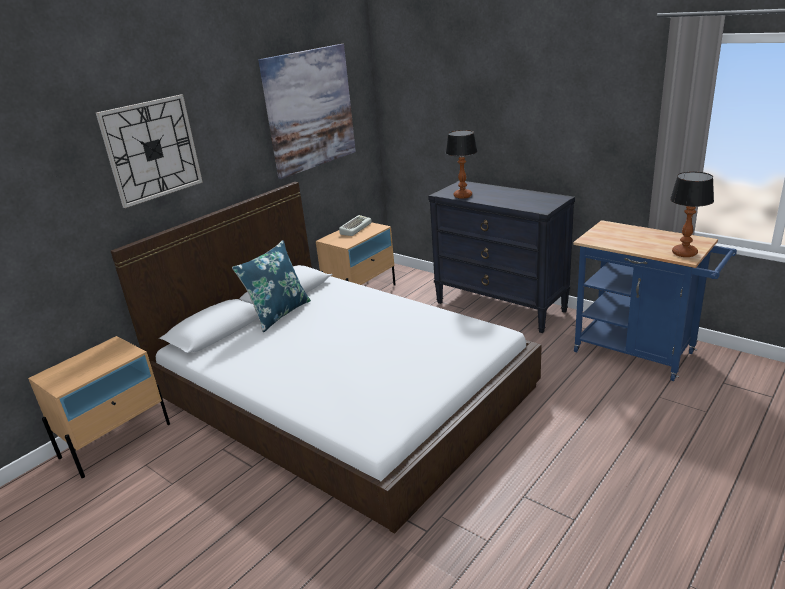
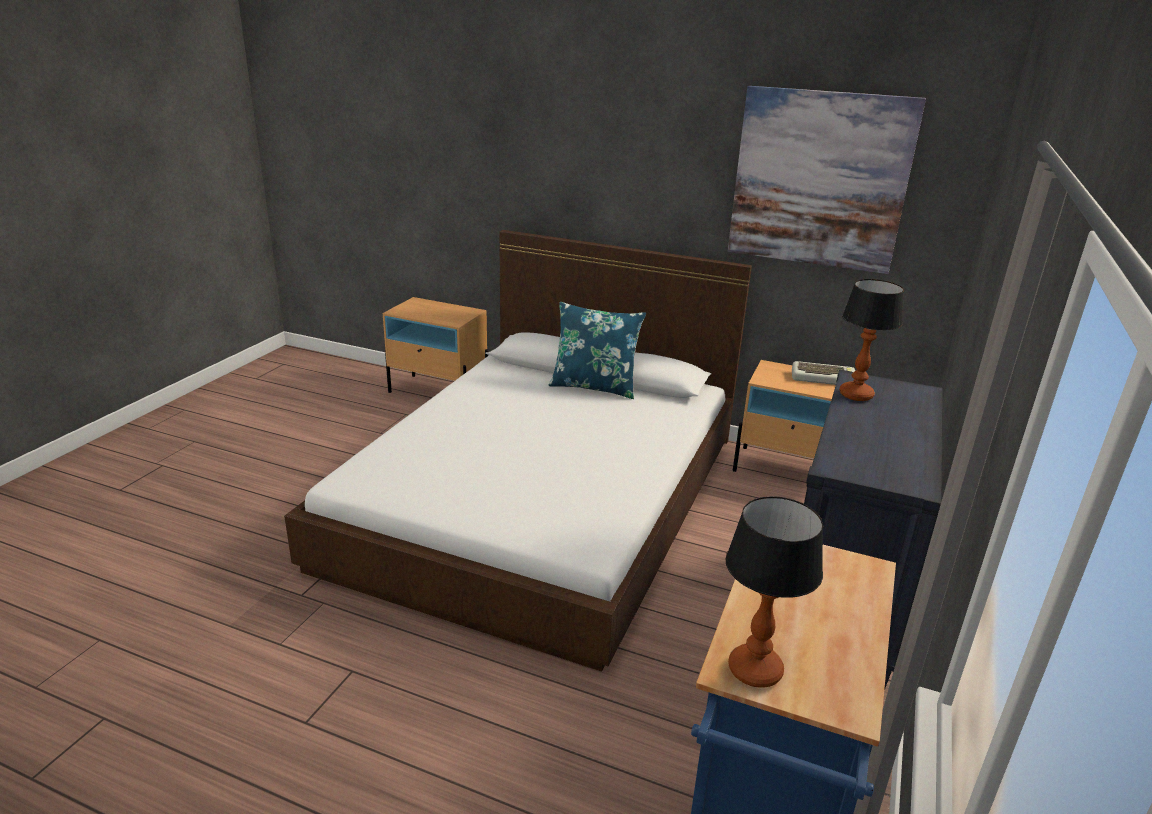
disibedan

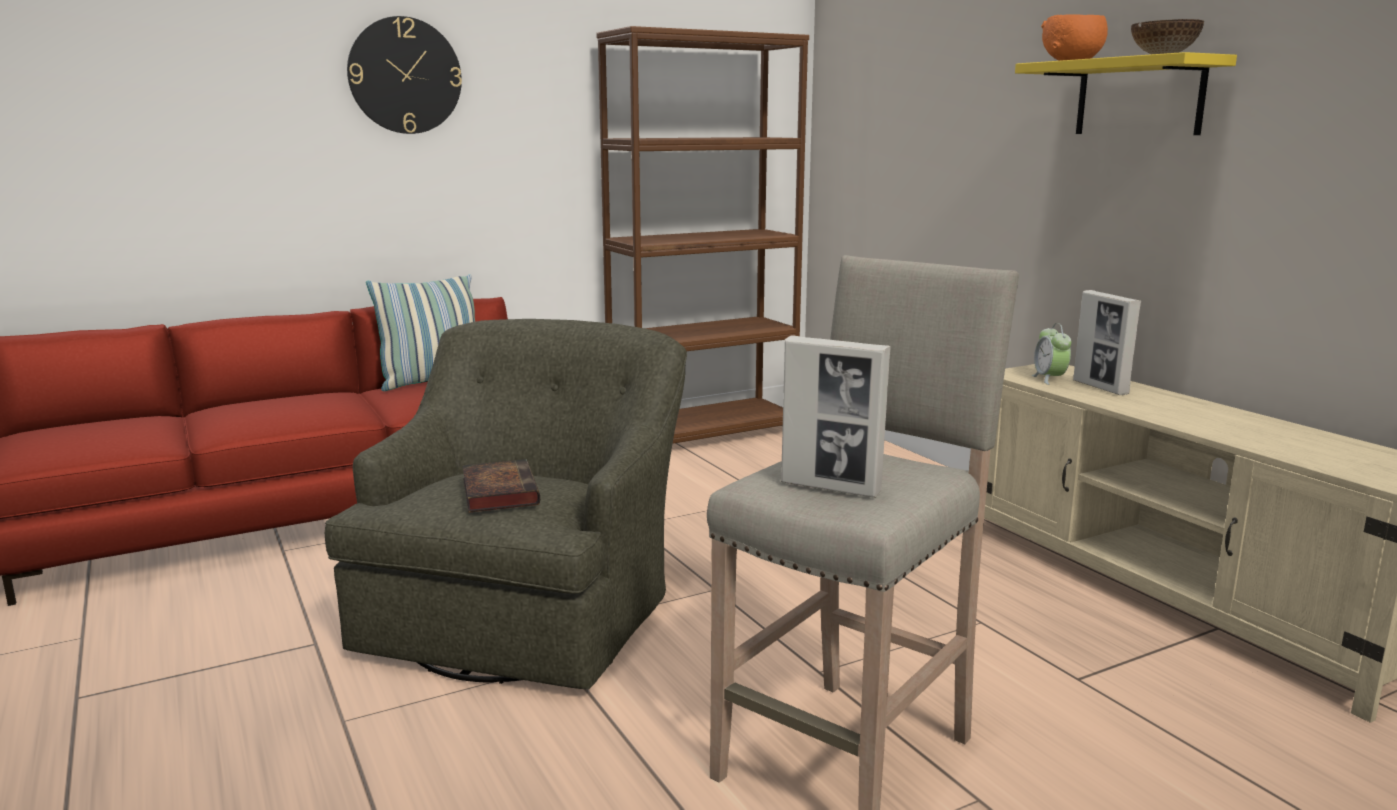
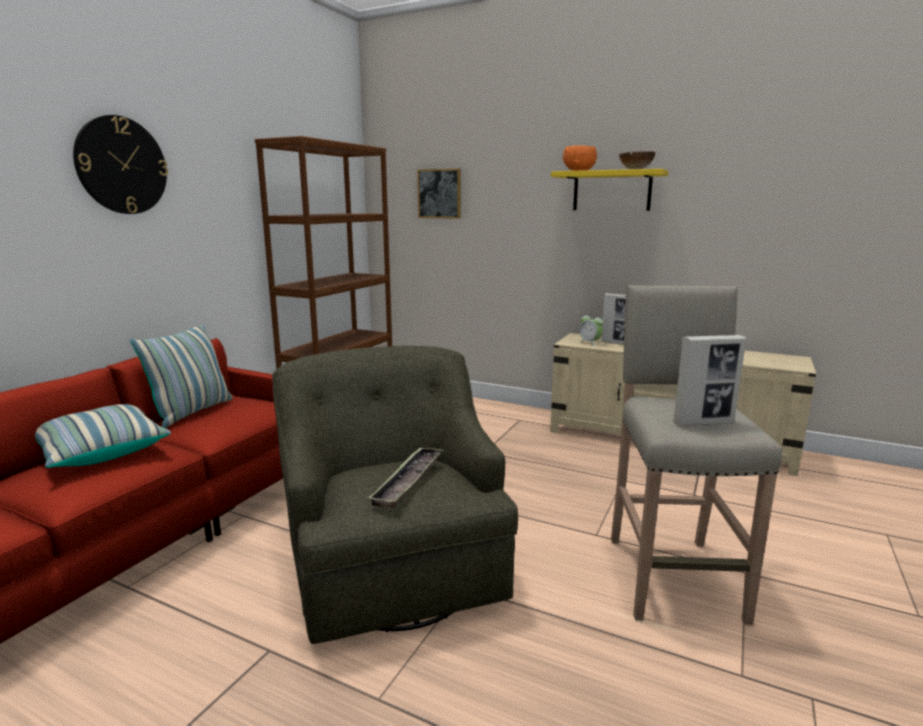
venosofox (1st from left); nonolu; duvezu

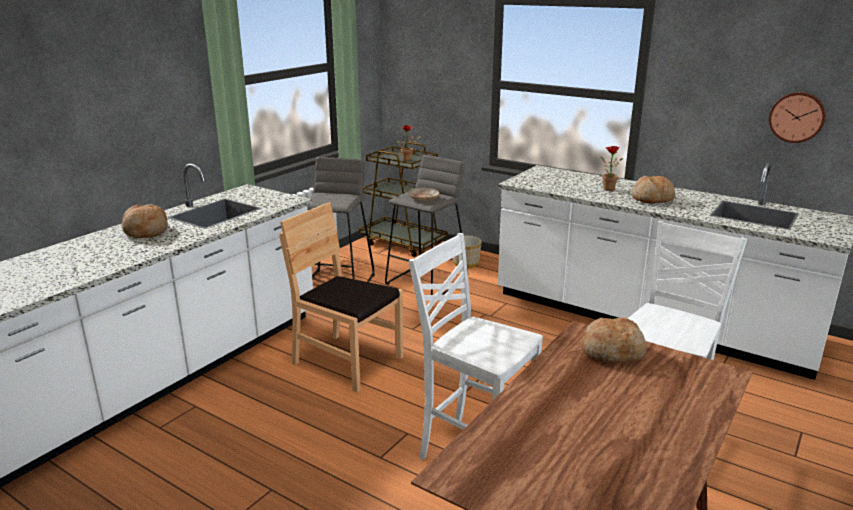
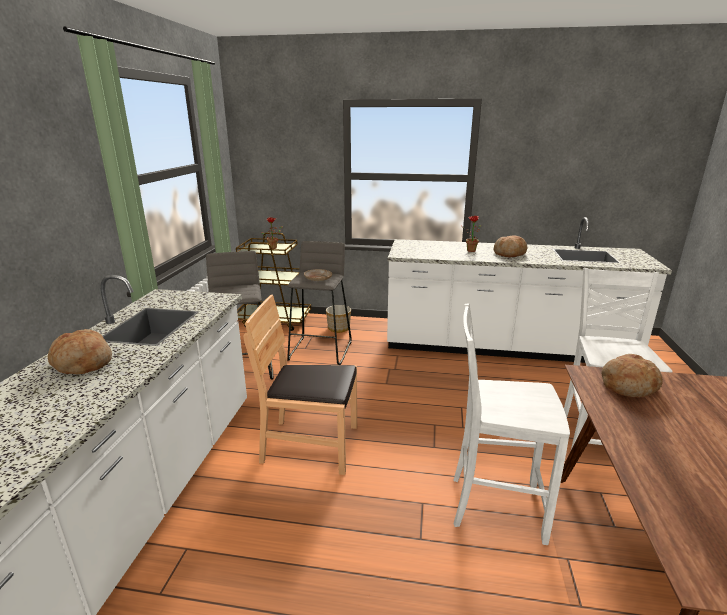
disibedan

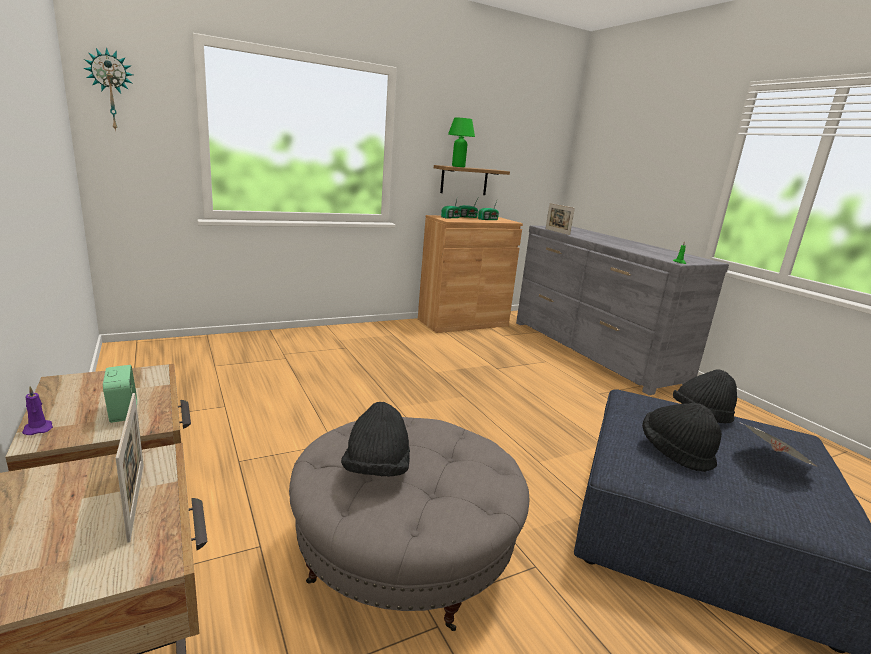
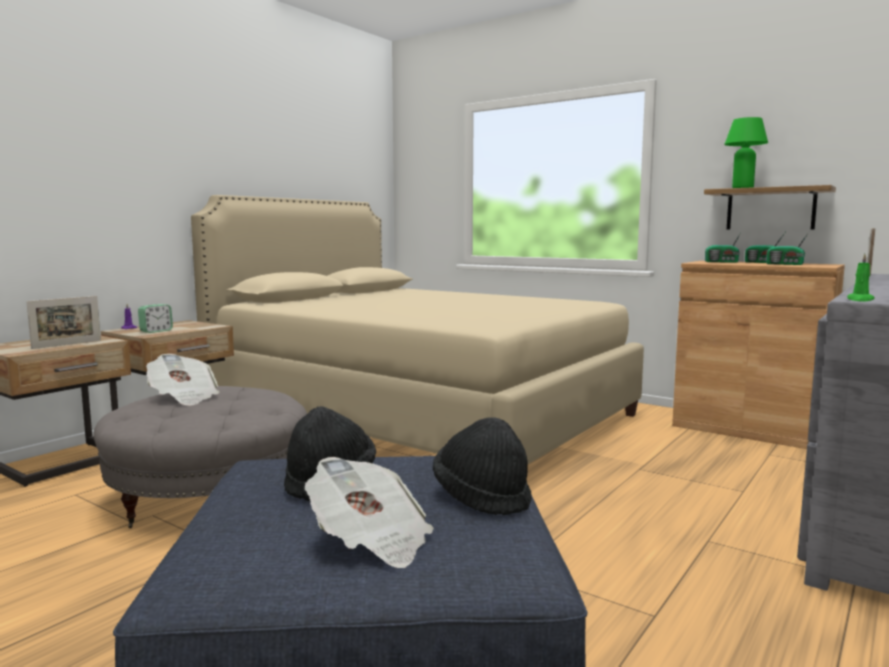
disibedan; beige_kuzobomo; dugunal (1st from left)

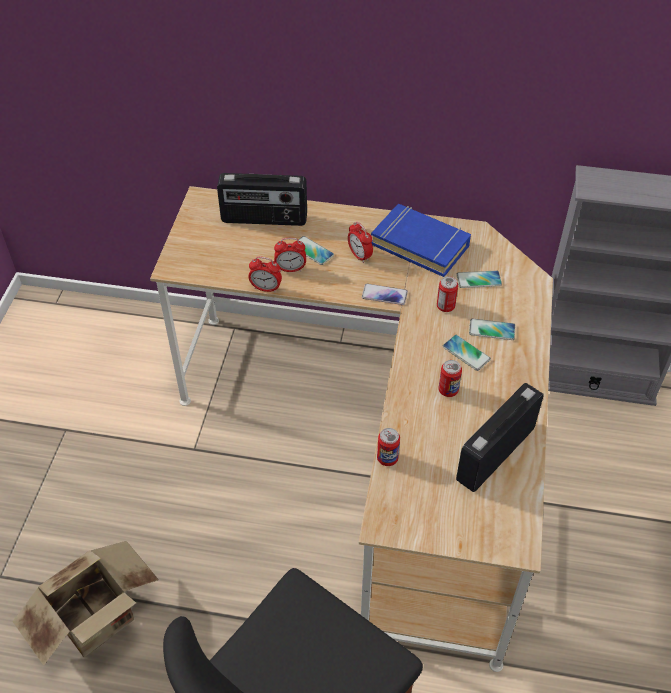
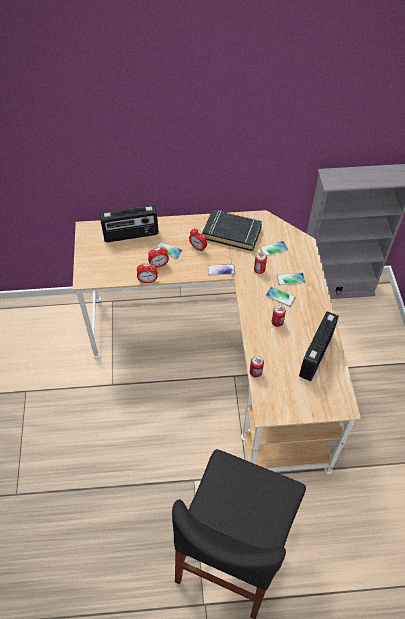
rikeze; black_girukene

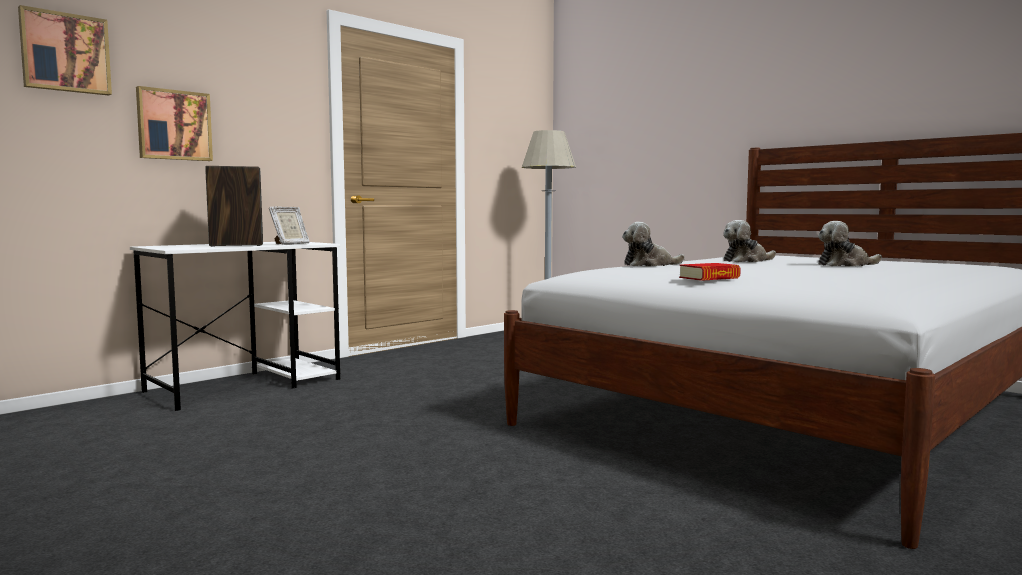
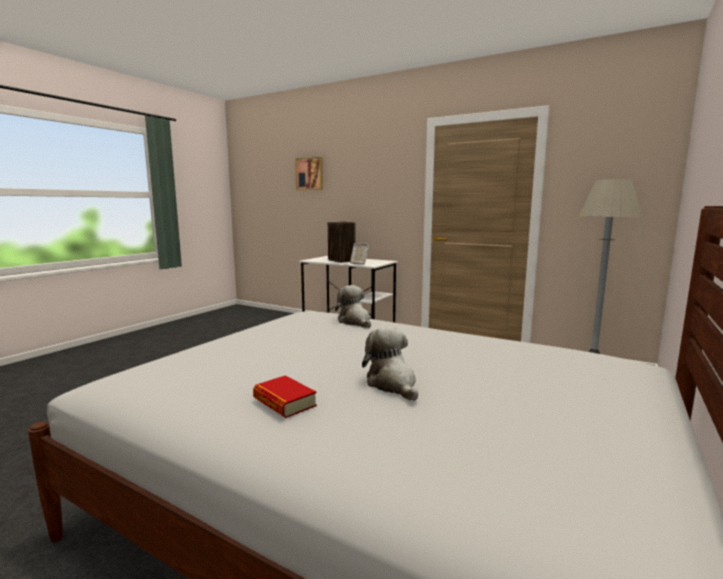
nonolu (2nd from left in the first image); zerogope (2nd from left in the first image); girukene

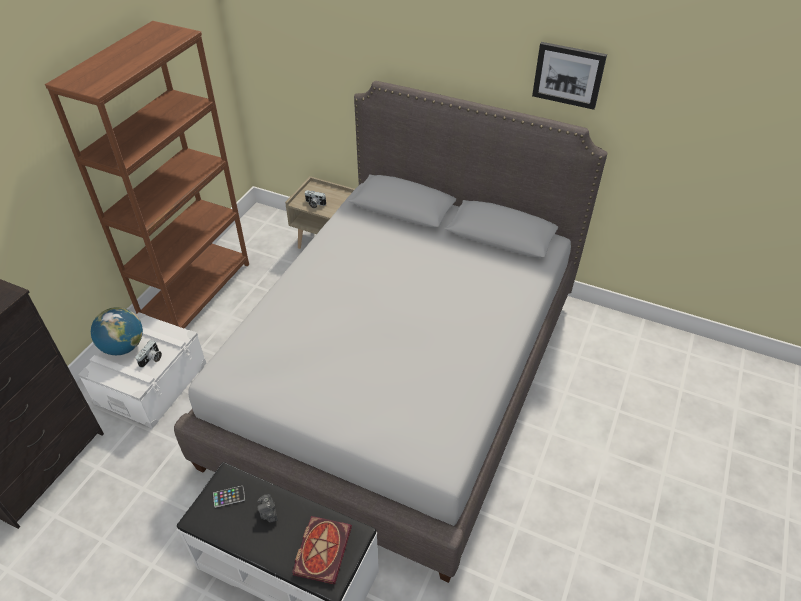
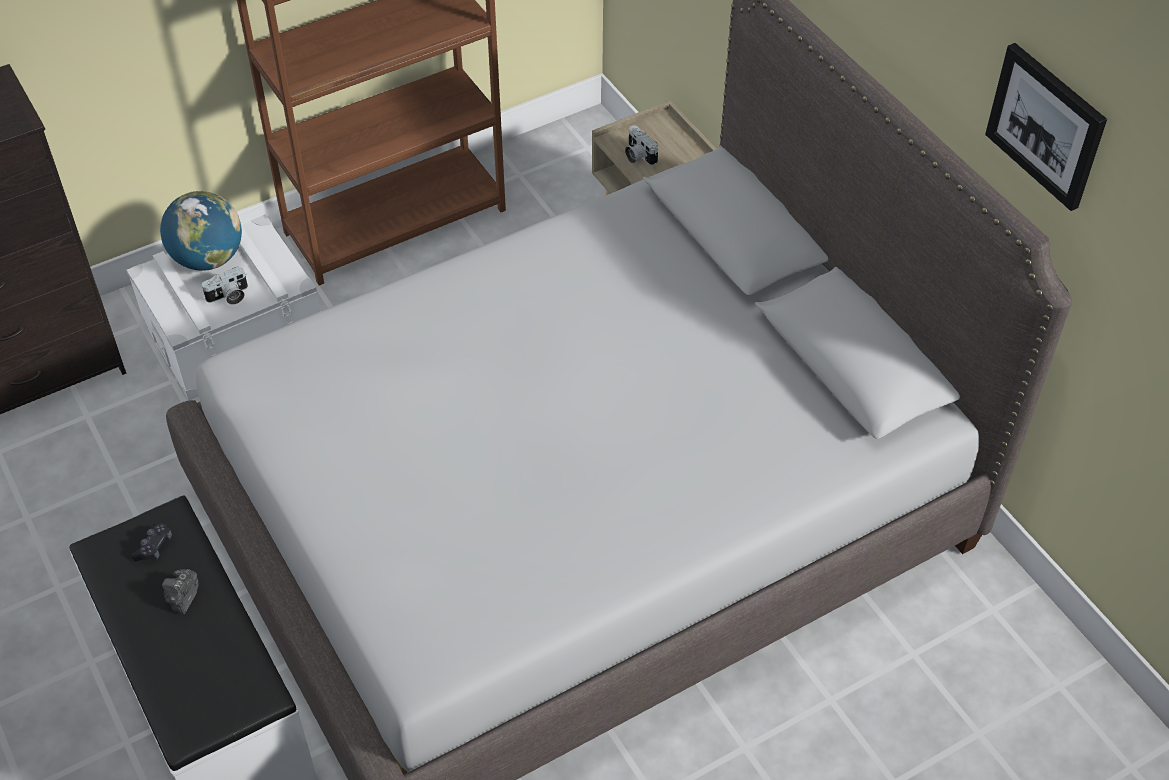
girukene; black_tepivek

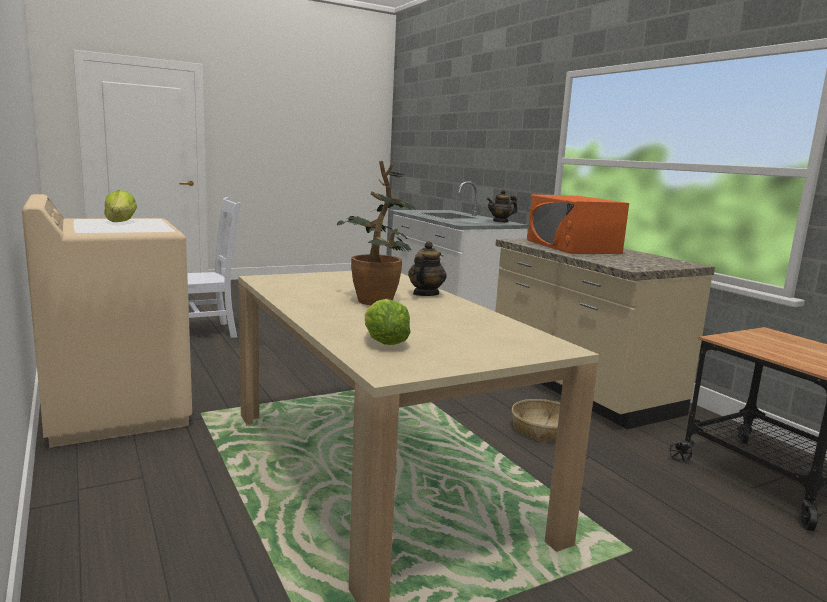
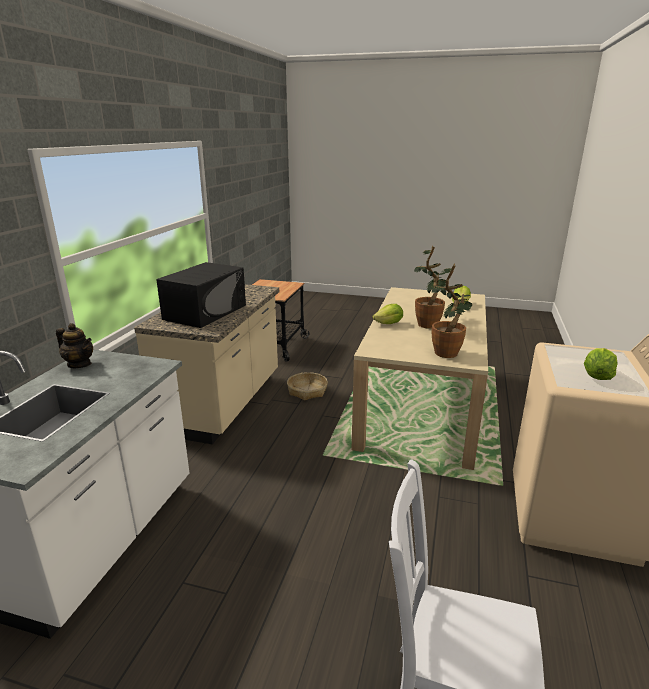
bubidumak (2nd from left); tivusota (1st from left); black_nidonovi

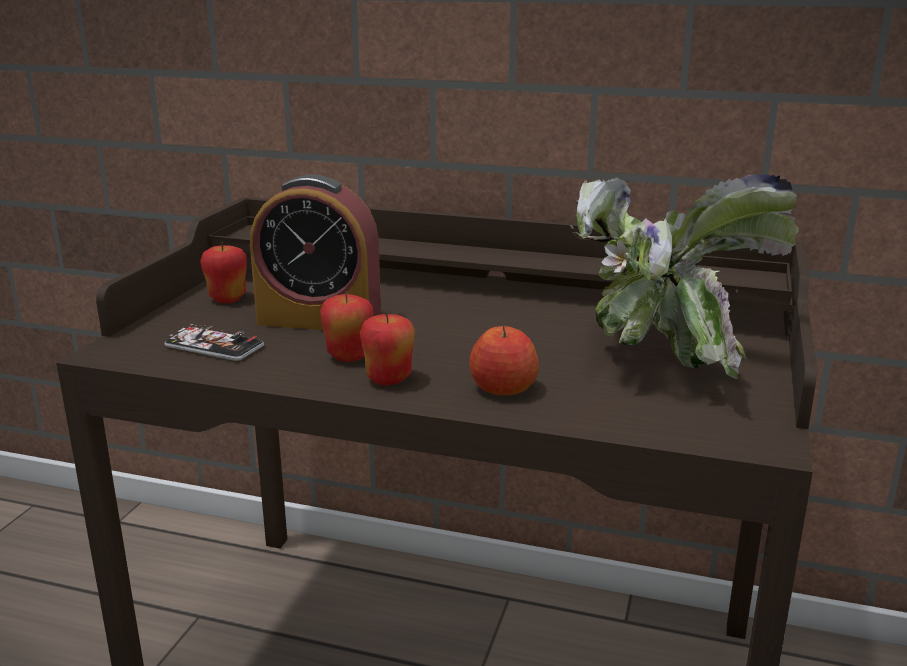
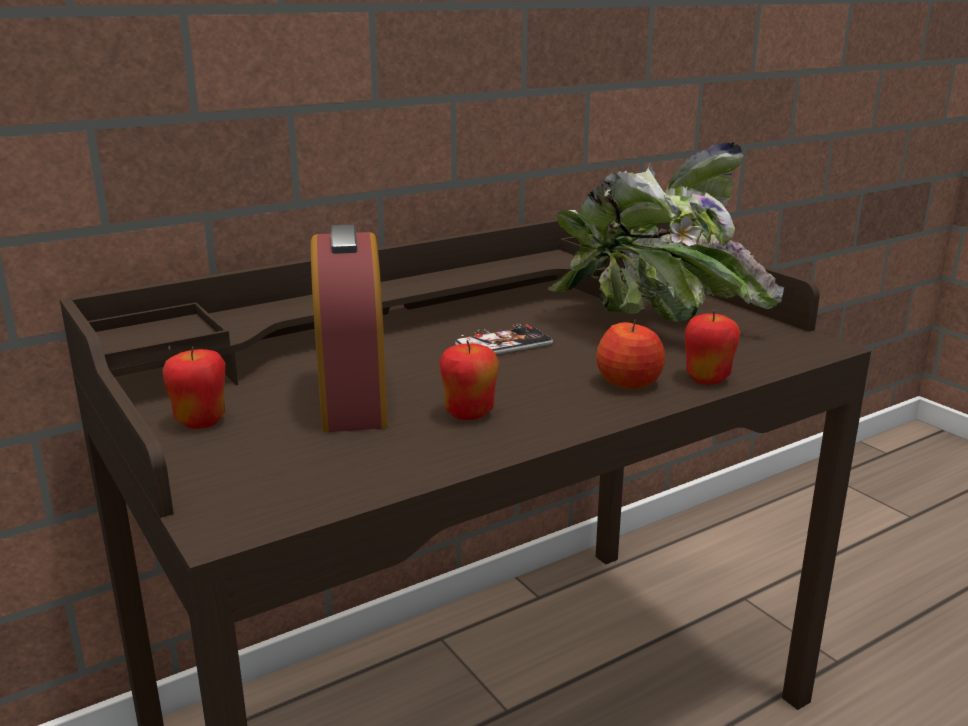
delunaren; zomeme (4th from left); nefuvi

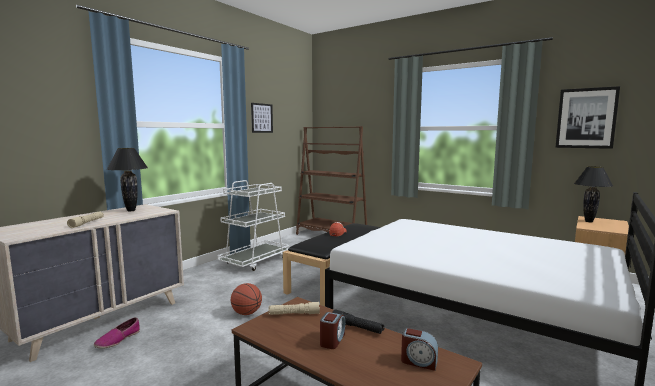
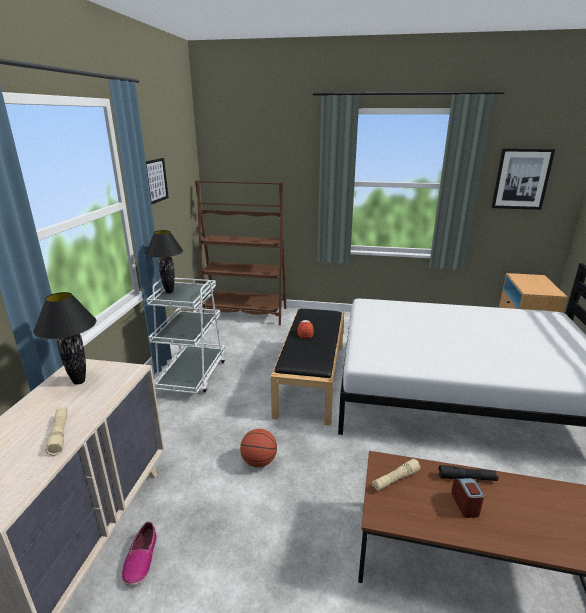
nefuvi (2nd from left in the first image); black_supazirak (2nd from left)

